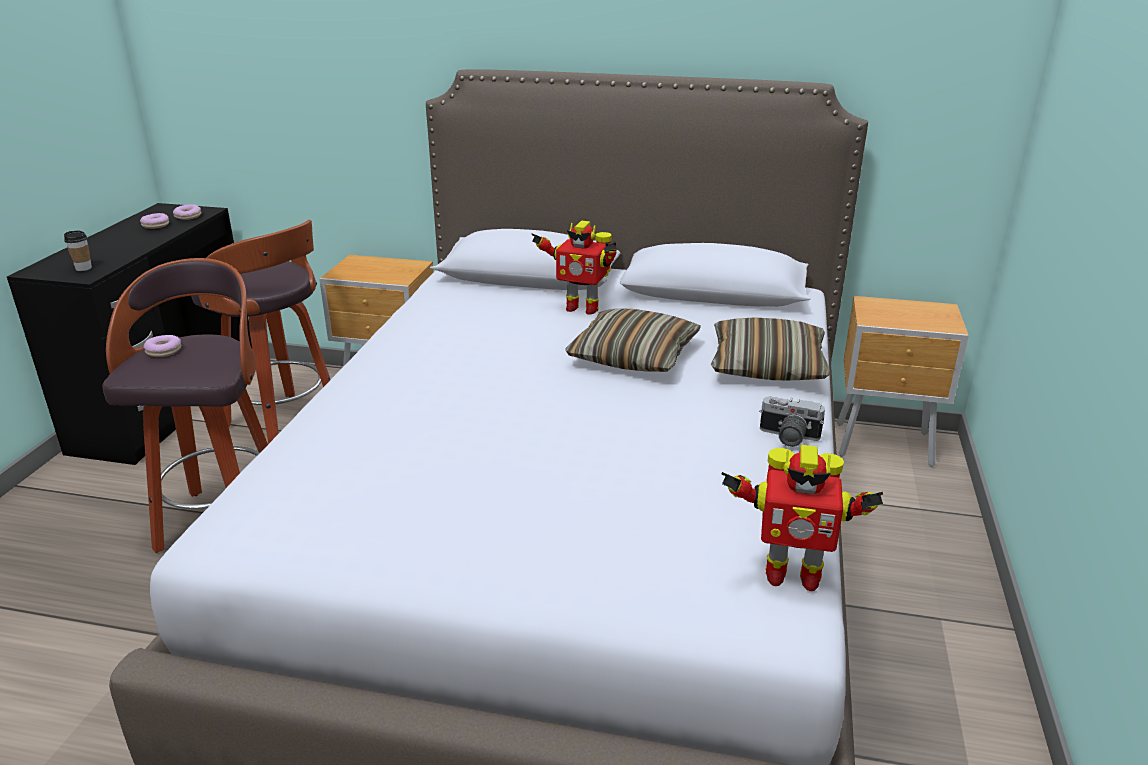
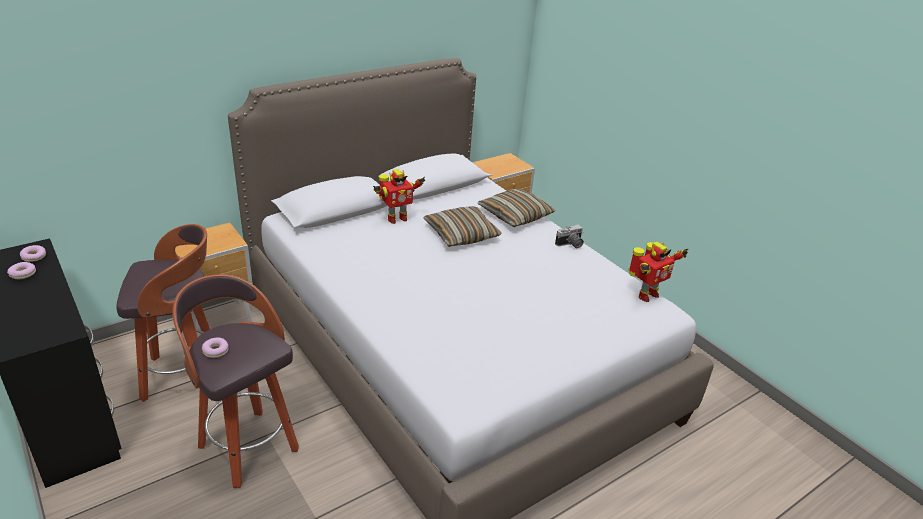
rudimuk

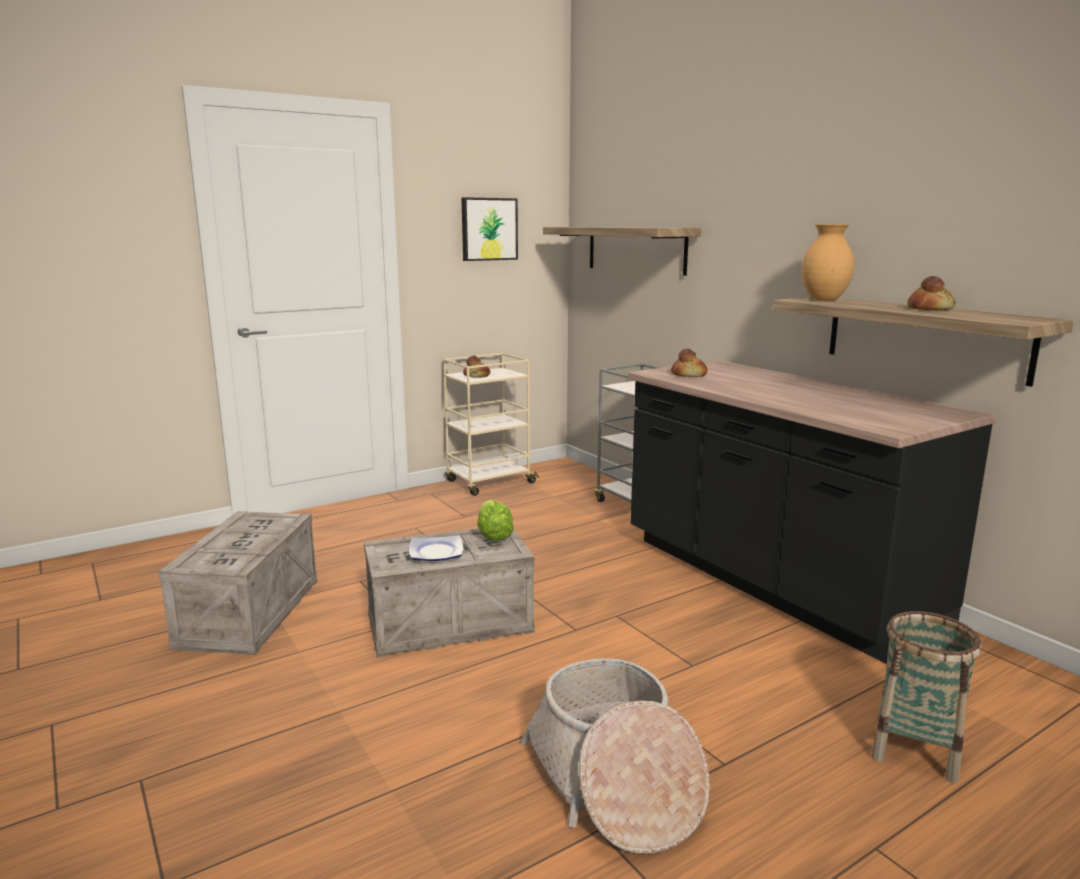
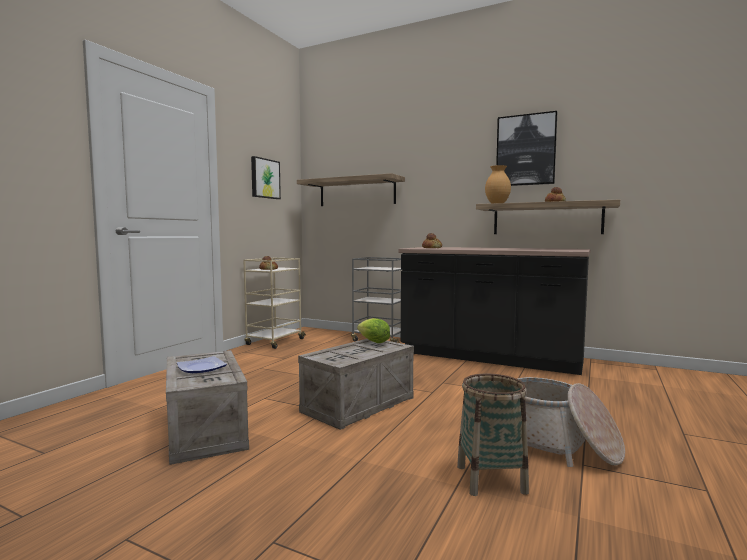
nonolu (2nd from left); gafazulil; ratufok (1st from left)

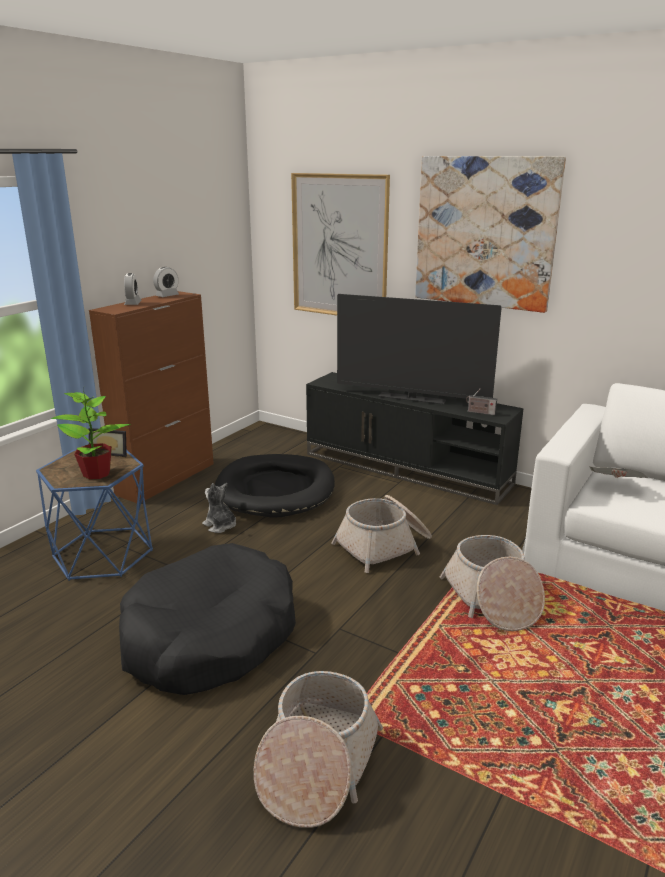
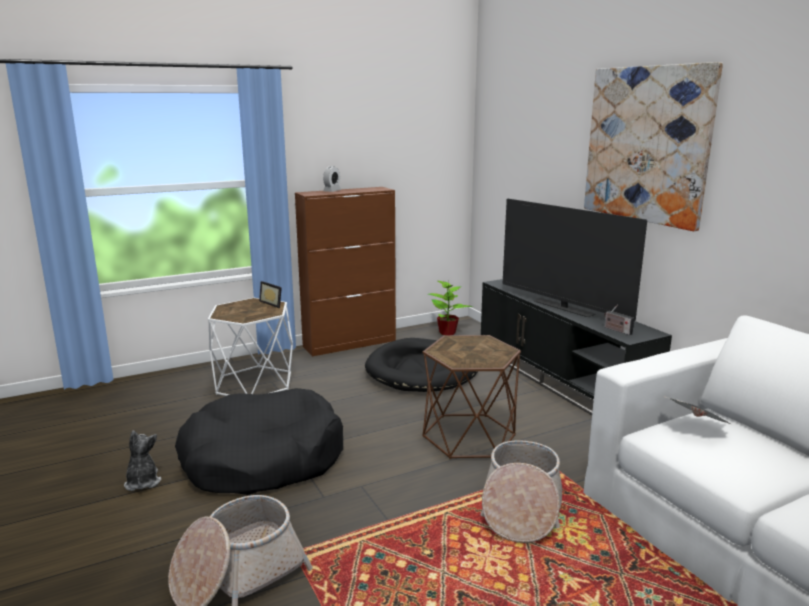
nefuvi (2nd from left in the first image); nonolu (1st from left in the first image); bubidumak; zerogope; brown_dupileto; white_dupileto

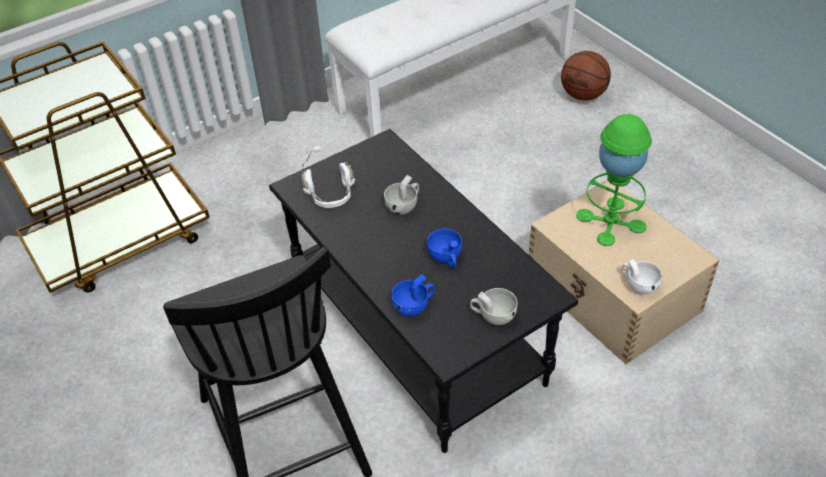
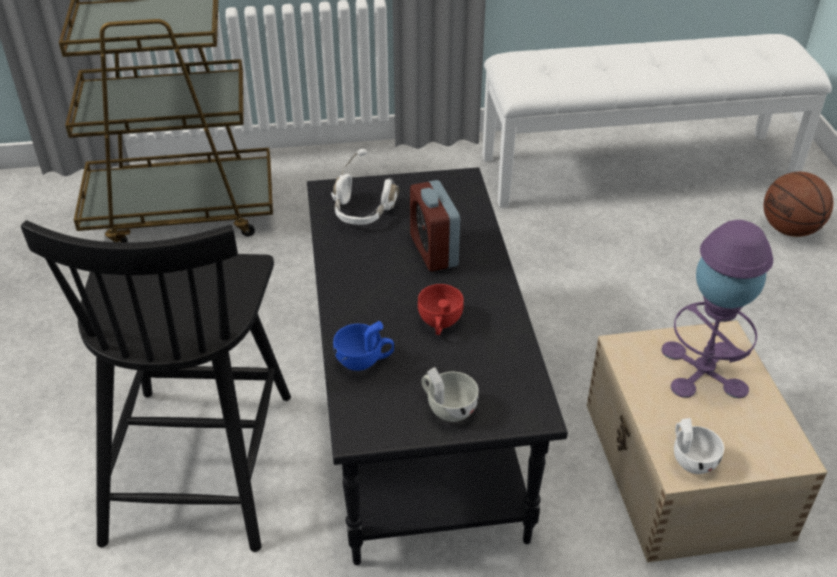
nefuvi; red_rudimuk; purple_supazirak

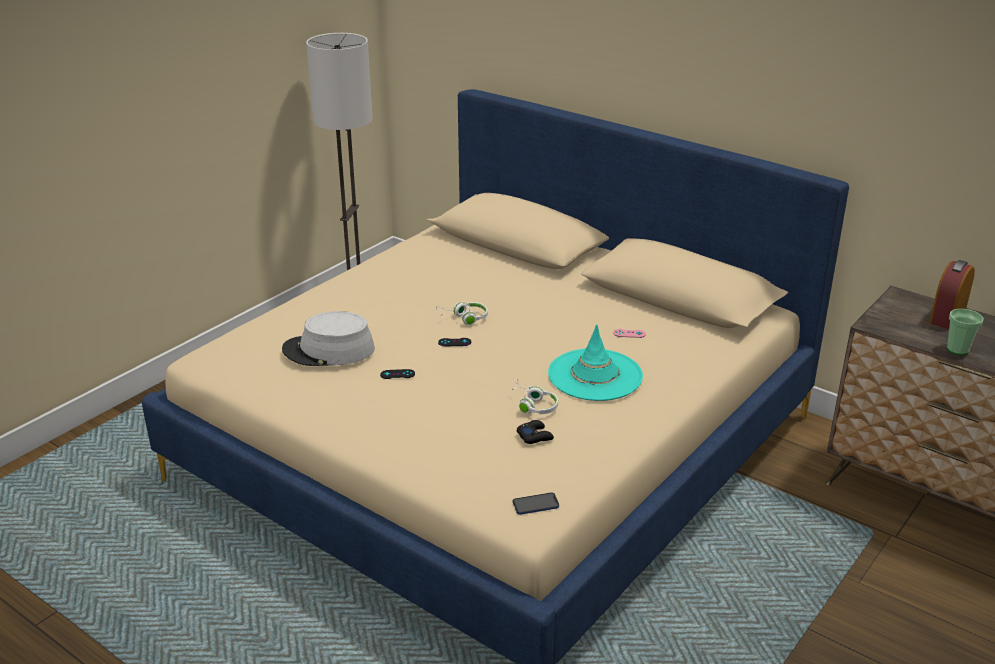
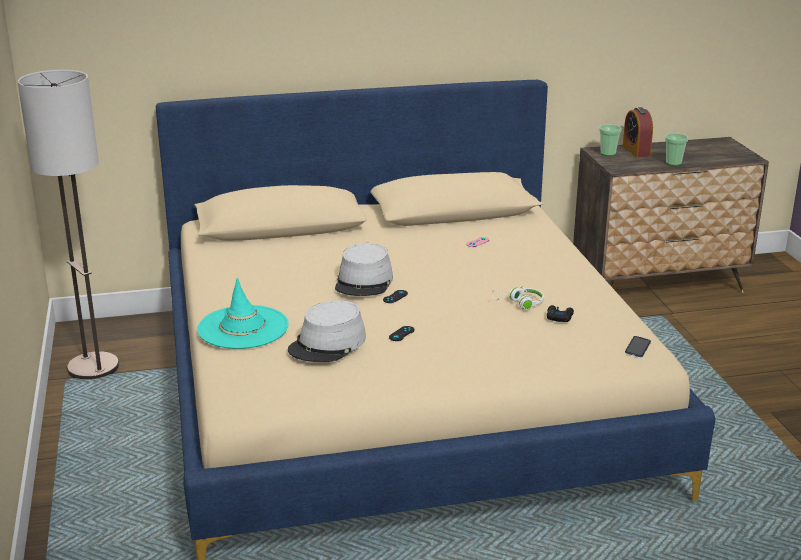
rudimuk (1st from left); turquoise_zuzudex; grey_zuzudex (2nd from left)

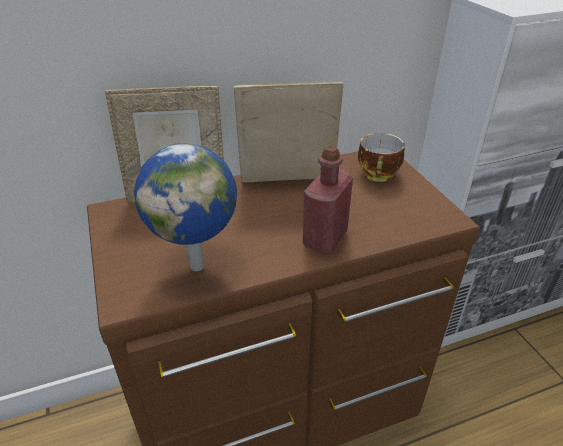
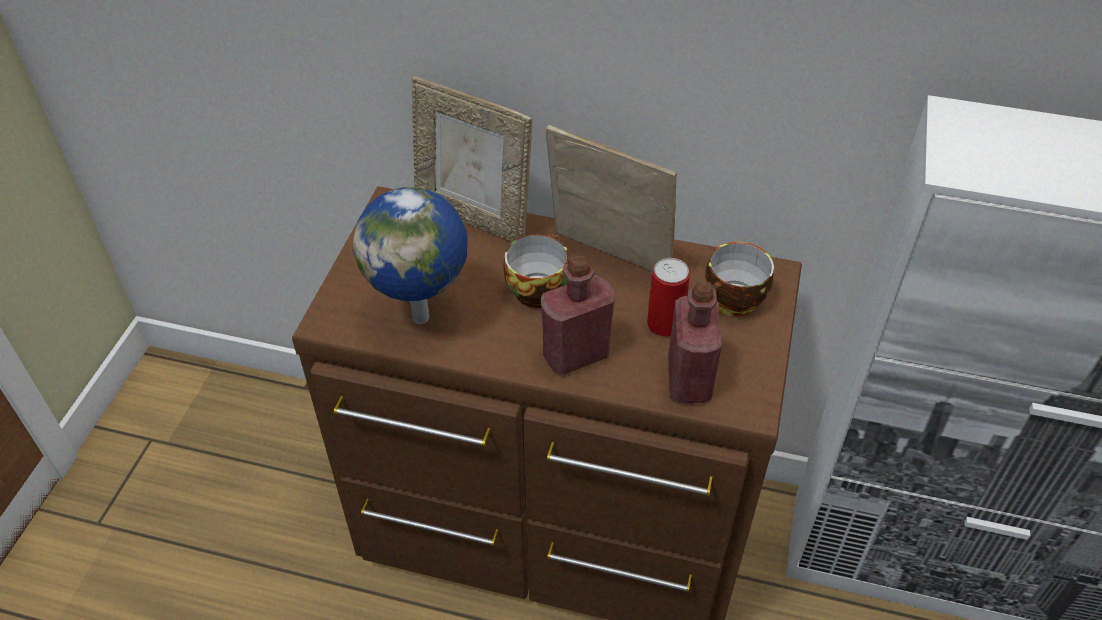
rudimuk (1st from left); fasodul; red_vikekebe (2nd from left)

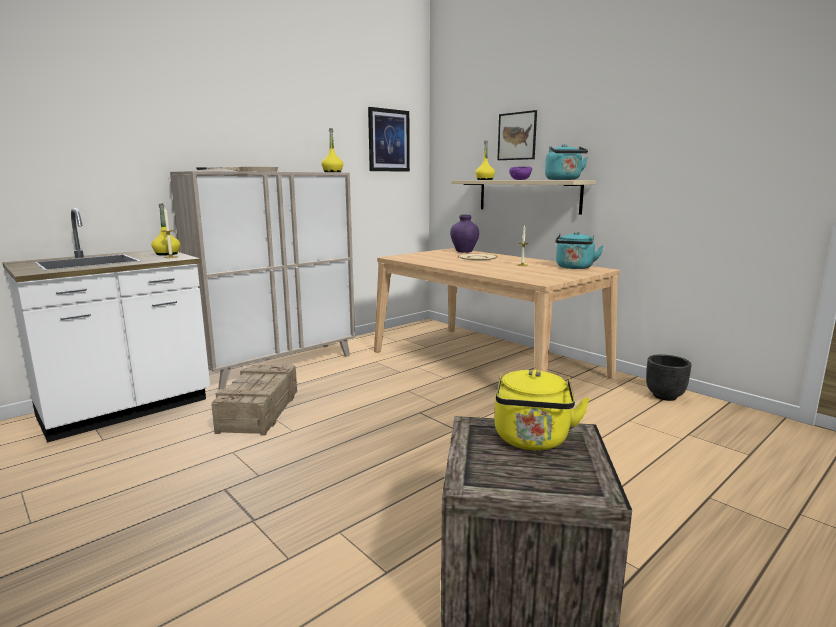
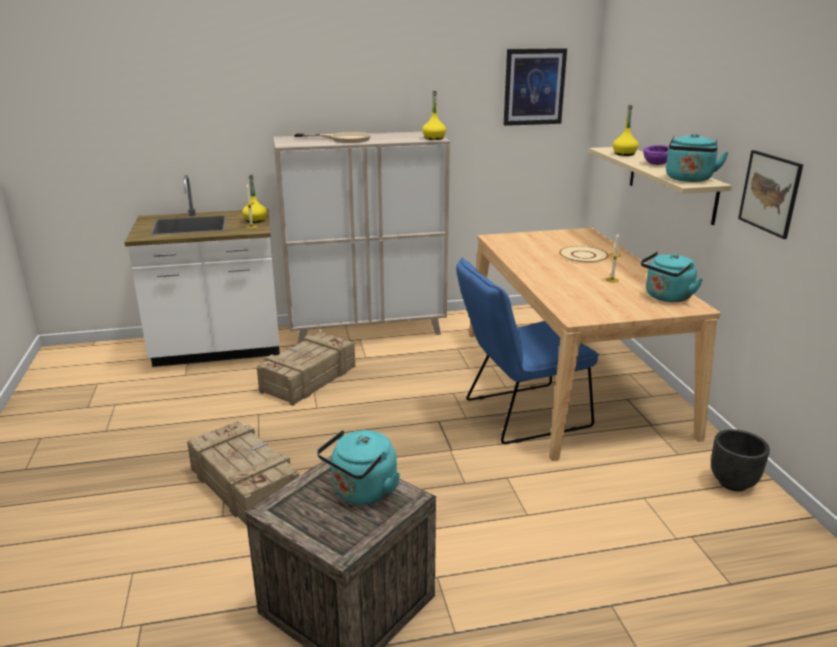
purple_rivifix; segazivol (1st from left); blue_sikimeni; nonolu (2nd from left); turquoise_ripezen (1st from left)

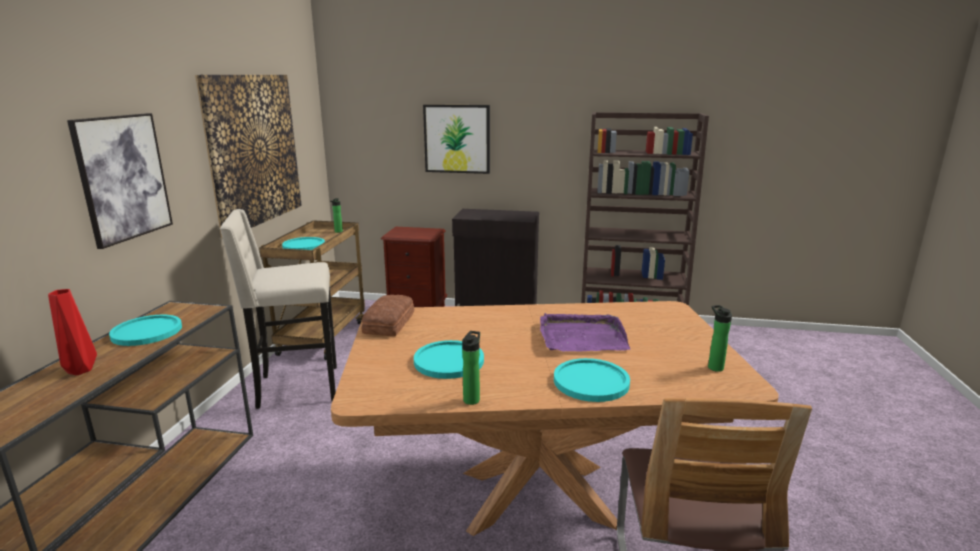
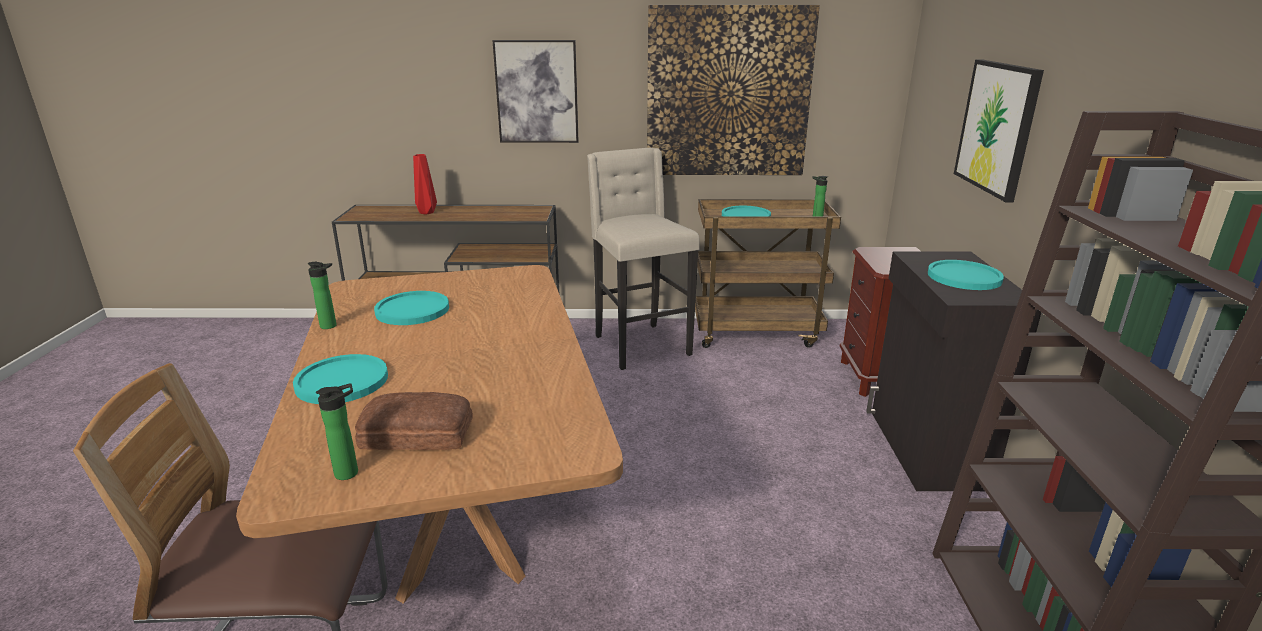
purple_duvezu; turquoise_gafazulil (4th from left); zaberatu

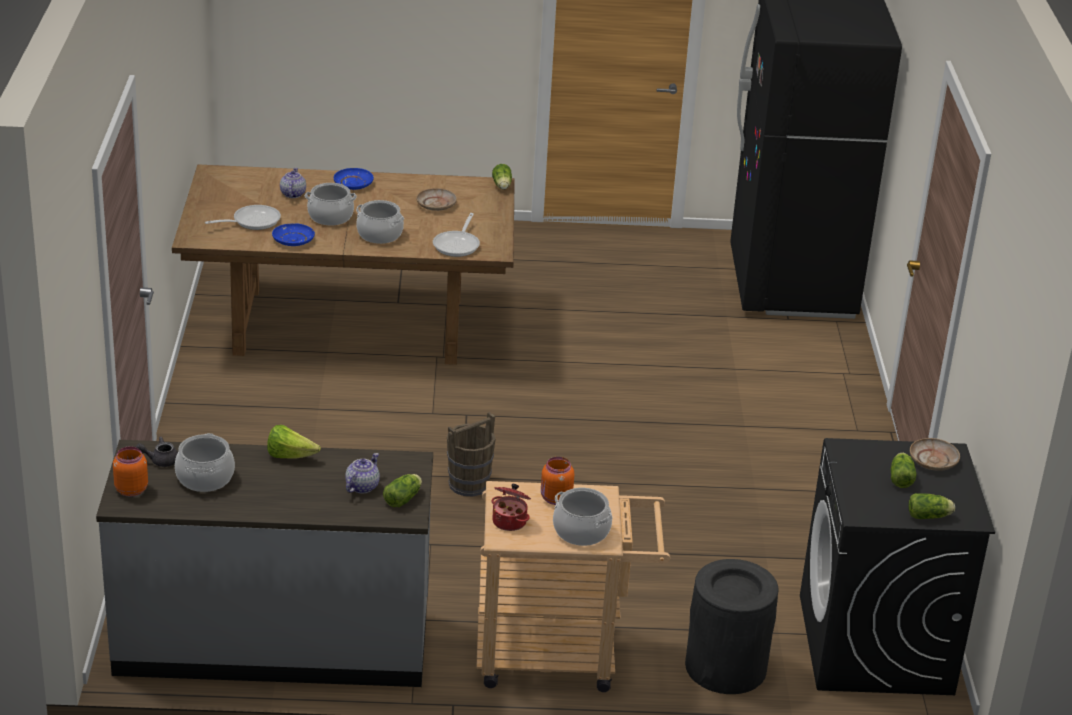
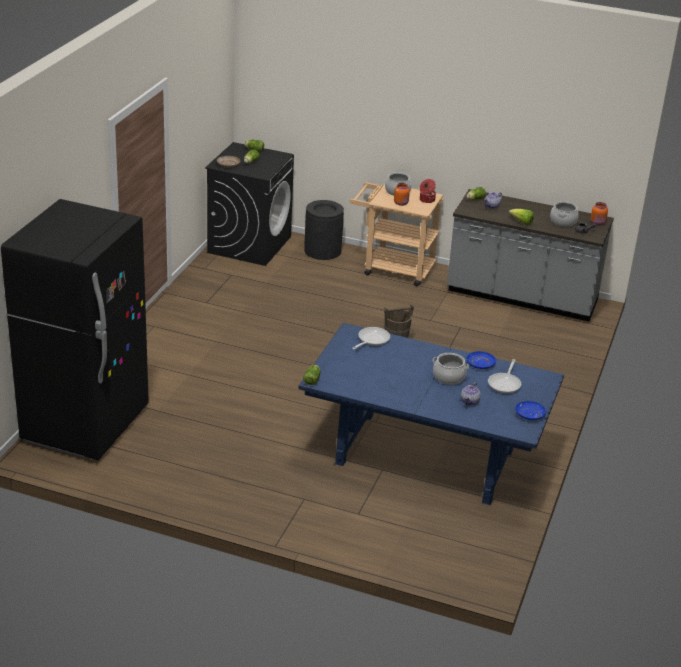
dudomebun (3rd from left in the first image); beige_gafazulil (1st from left in the first image); blue_gafazulil (2nd from left); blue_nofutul; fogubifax (2nd from left)

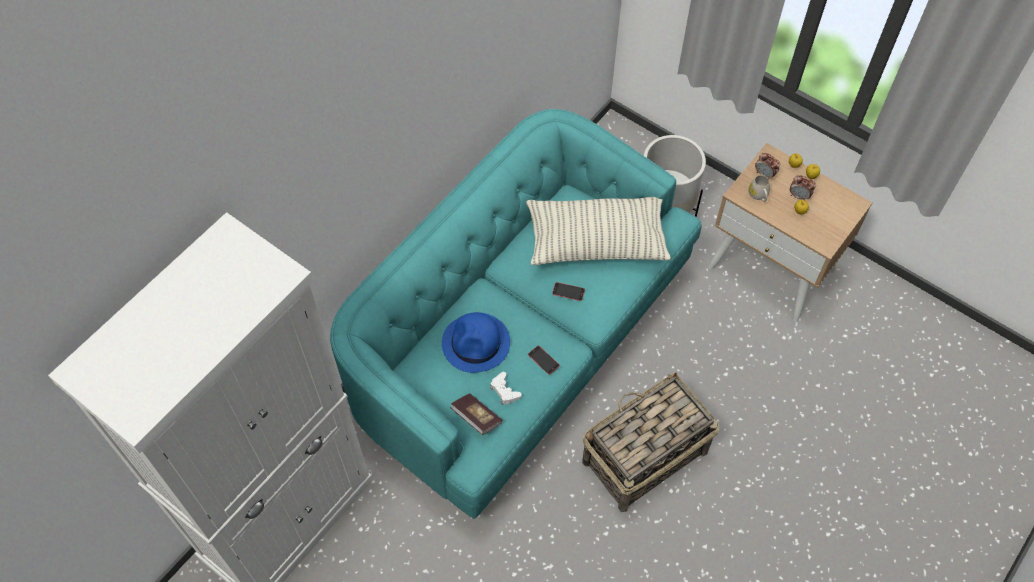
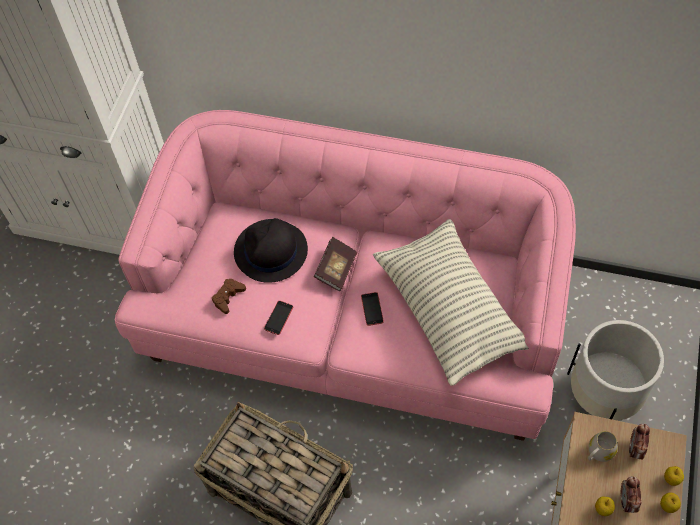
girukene; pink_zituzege; black_zuzudex; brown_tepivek

